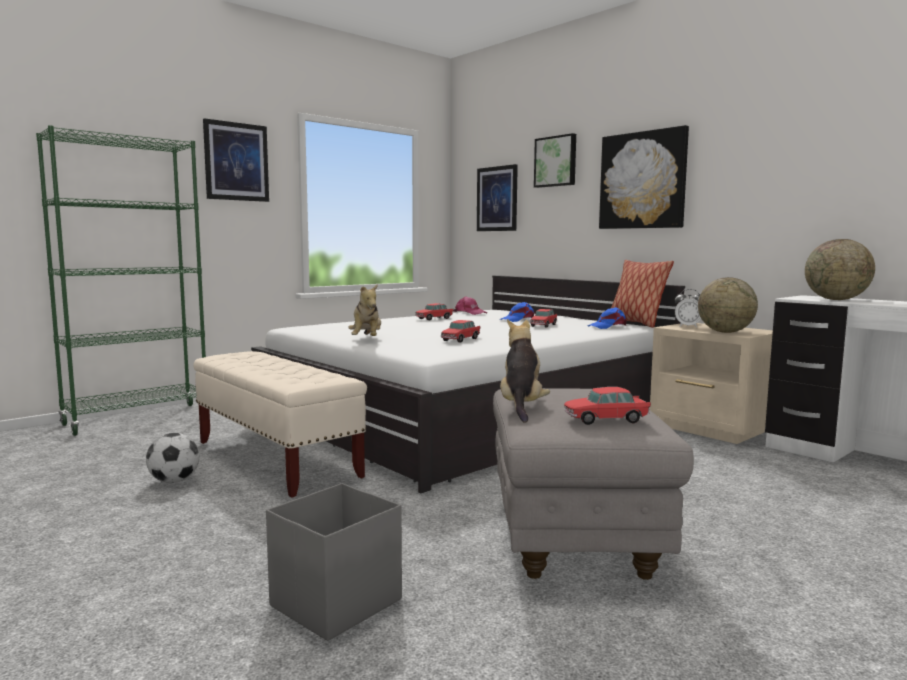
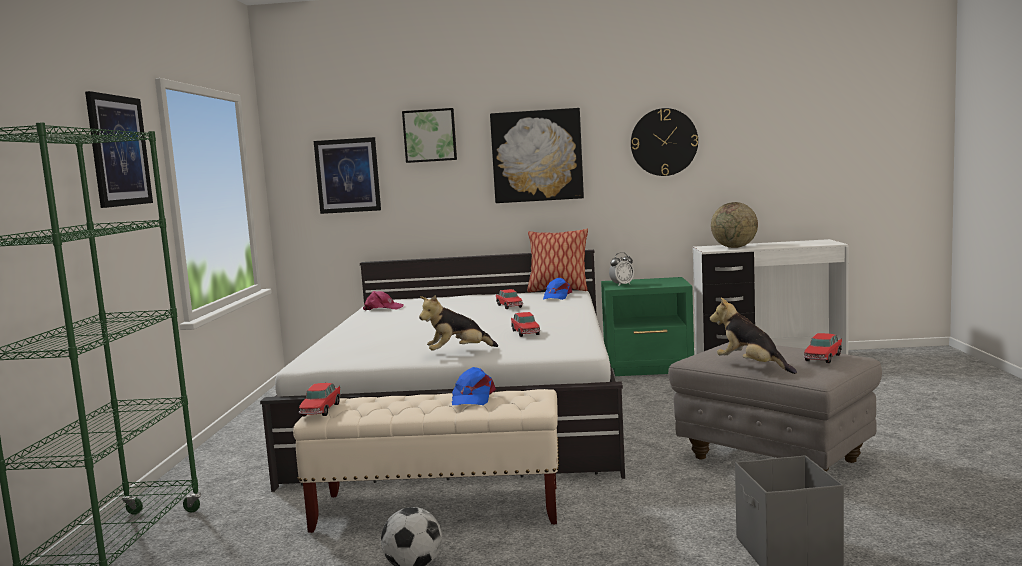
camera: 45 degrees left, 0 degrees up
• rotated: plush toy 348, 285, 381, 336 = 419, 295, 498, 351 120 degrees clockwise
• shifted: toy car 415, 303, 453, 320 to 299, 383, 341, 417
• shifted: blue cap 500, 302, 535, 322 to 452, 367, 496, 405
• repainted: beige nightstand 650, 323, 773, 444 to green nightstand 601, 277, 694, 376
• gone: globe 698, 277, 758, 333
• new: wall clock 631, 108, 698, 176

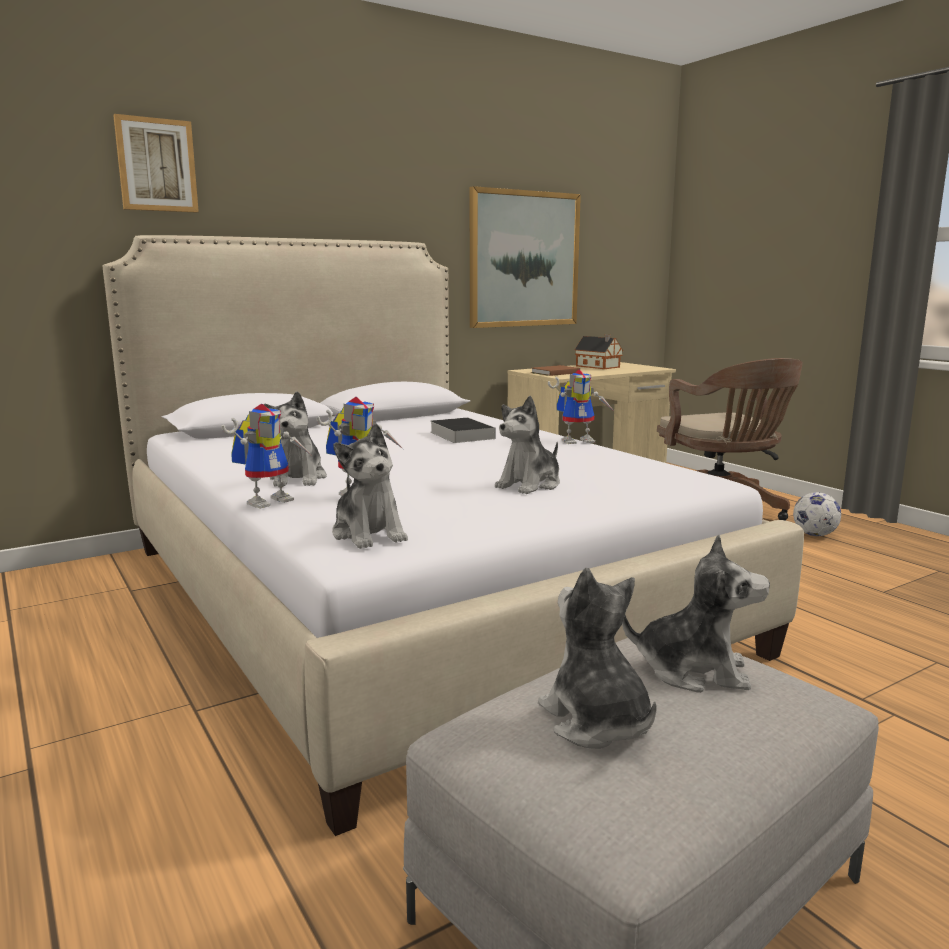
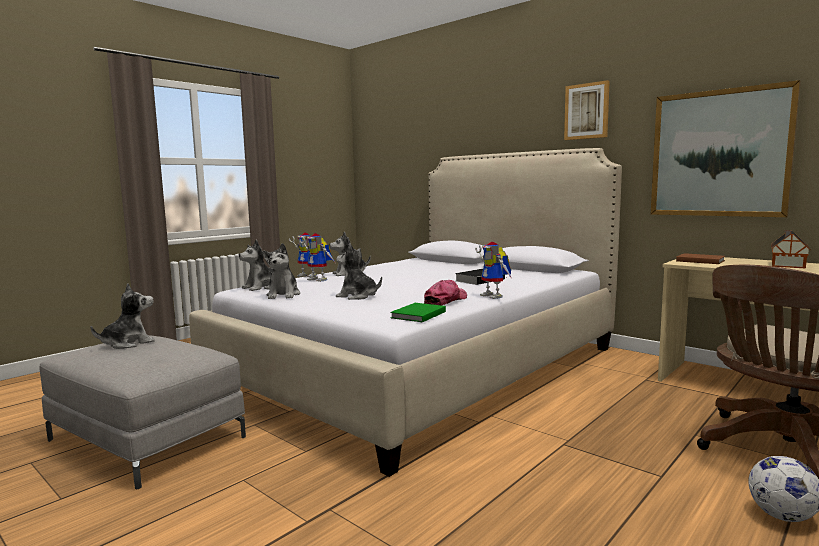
camera: 75 degrees right, 5 degrees down
• shifted: picture 113, 114, 199, 213 to 564, 80, 610, 140
• shifted: plush toy 622, 535, 770, 693 to 262, 243, 300, 299
• new: green book 390, 303, 446, 322
• new: cap 424, 280, 467, 305

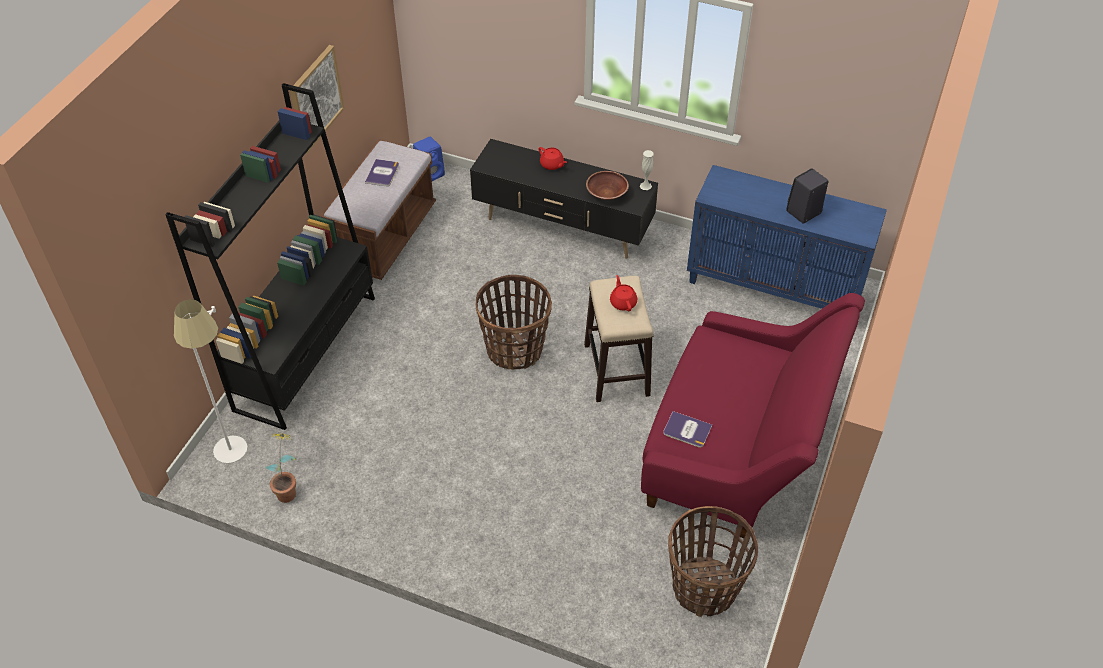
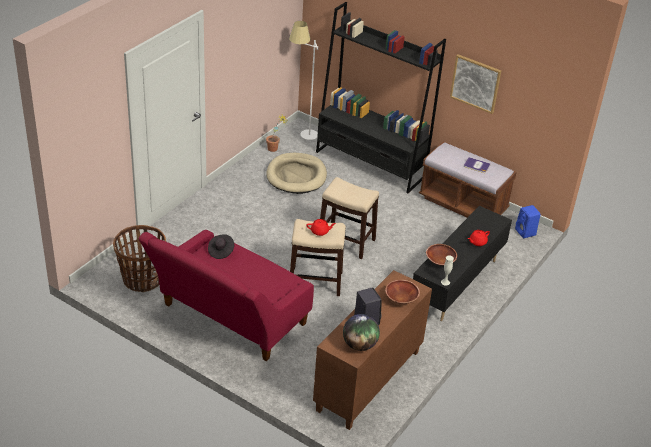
camera: 100 degrees right, 10 degrees down
• swapped: basket 475, 275, 552, 370 to stool 320, 177, 379, 259
• swapped: book 663, 411, 712, 448 to black hat 208, 234, 234, 259
• repainted: blue cabinet 687, 165, 887, 309 to brown cabinet 313, 270, 432, 430
• new: beige dog bed 266, 153, 327, 194
• new: globe 343, 314, 380, 351
• new: brown bowl 385, 280, 420, 304

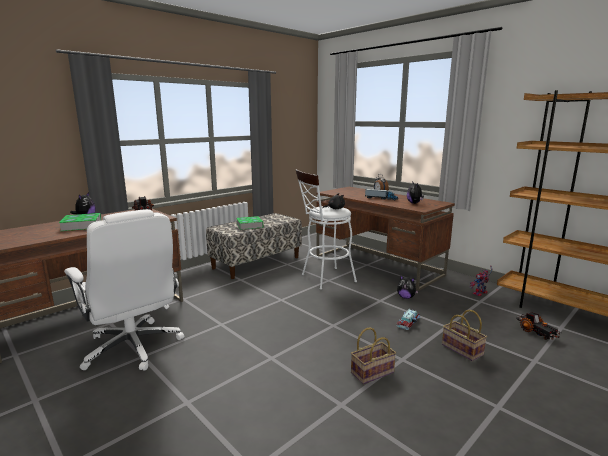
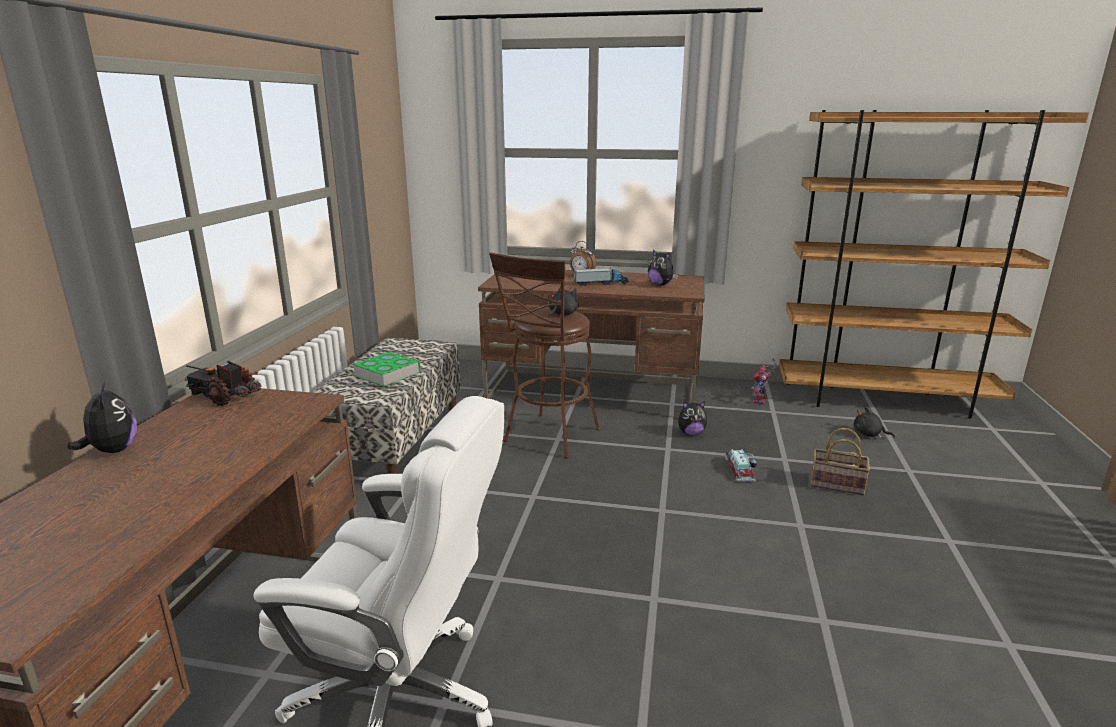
camera: 35 degrees left, 5 degrees up
• gone: book 59, 213, 102, 231
• repainted: white stool 296, 169, 357, 290 to brown stool 489, 252, 600, 458
• gone: basket 351, 327, 396, 384
• swapped: toy truck 516, 312, 562, 340 to black plush toy 853, 407, 895, 438

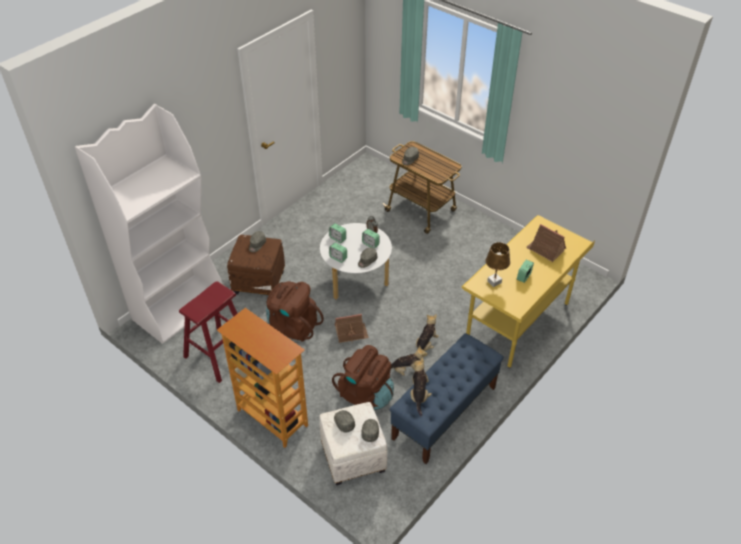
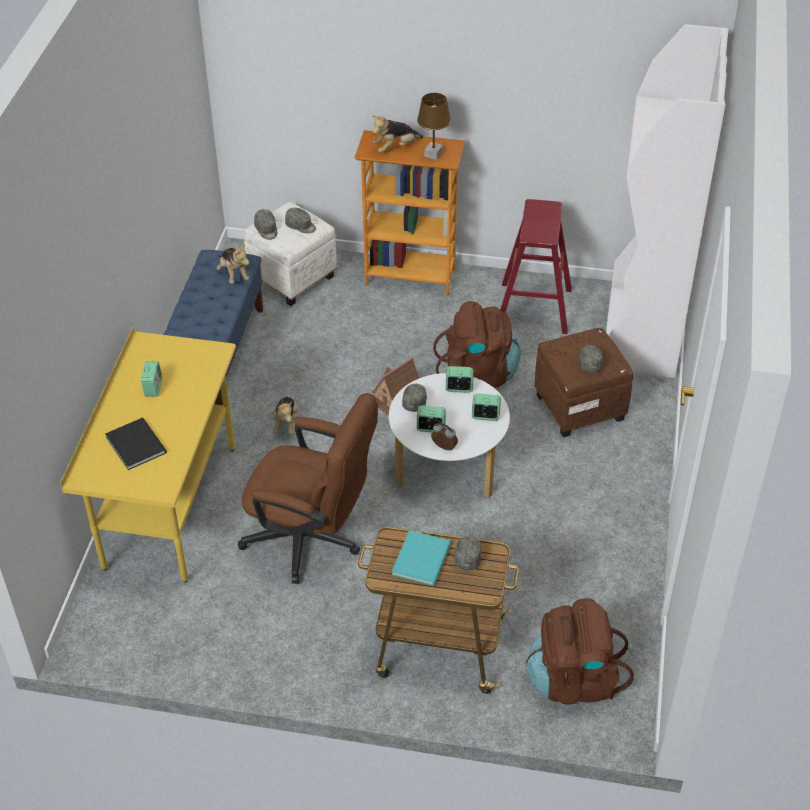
camera: 150 degrees right, 0 degrees up
• shifted: brown backpack 332, 345, 394, 410 to 526, 598, 634, 705
• shifted: plush toy 391, 346, 428, 376 to 372, 115, 423, 153
• shifted: brown table lamp 486, 242, 510, 287 to 417, 93, 451, 160
• swapped: toy house 526, 224, 566, 262 to black book 105, 418, 167, 470
• new: brown office chair 238, 393, 378, 584
• new: turquoise book 392, 530, 451, 586

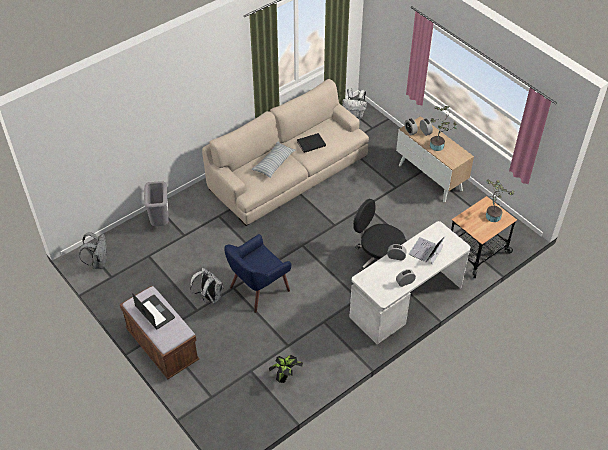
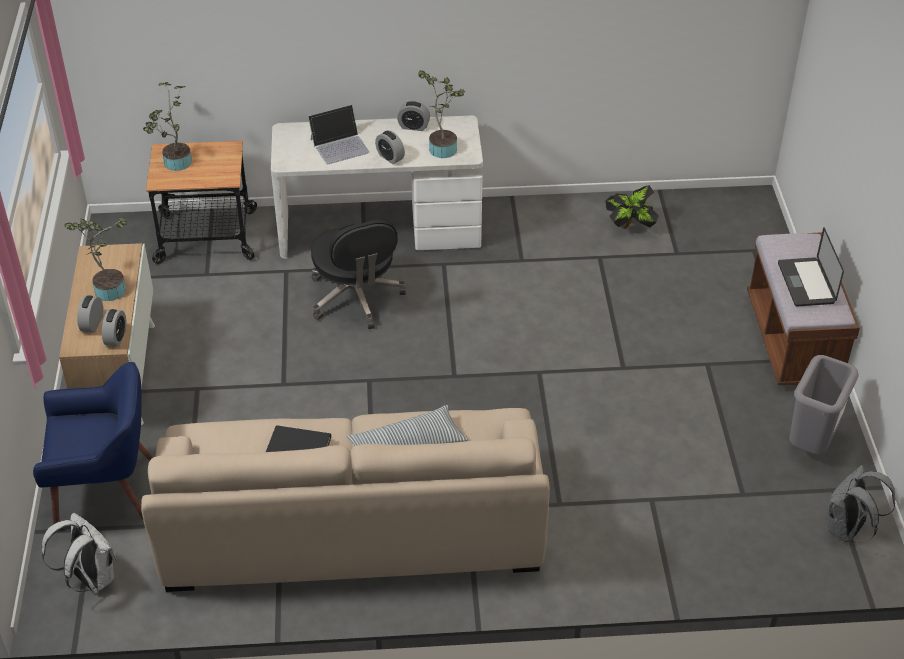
camera: 145 degrees left, 5 degrees down
• shifted: grey trash can 144, 181, 168, 226 to 789, 355, 859, 454
• gone: white backpack 190, 268, 224, 303
• shifted: blue armchair 224, 234, 291, 313 to 33, 362, 153, 532
• new: potted plant 418, 70, 465, 158

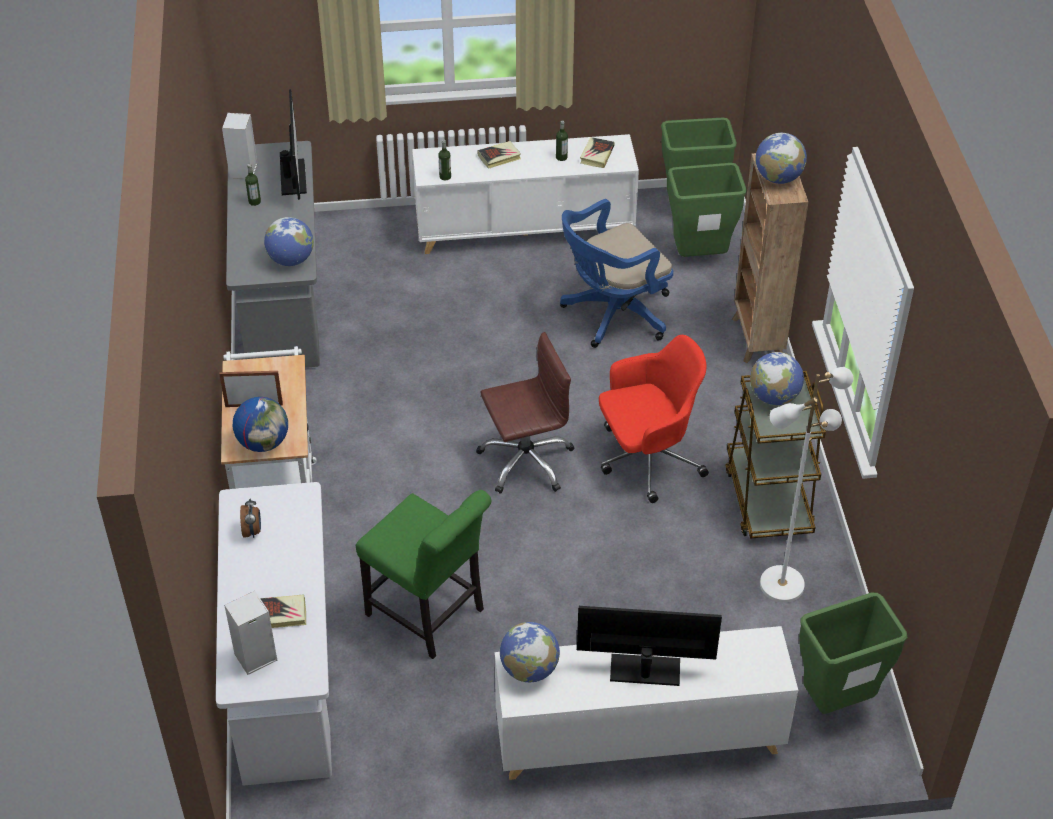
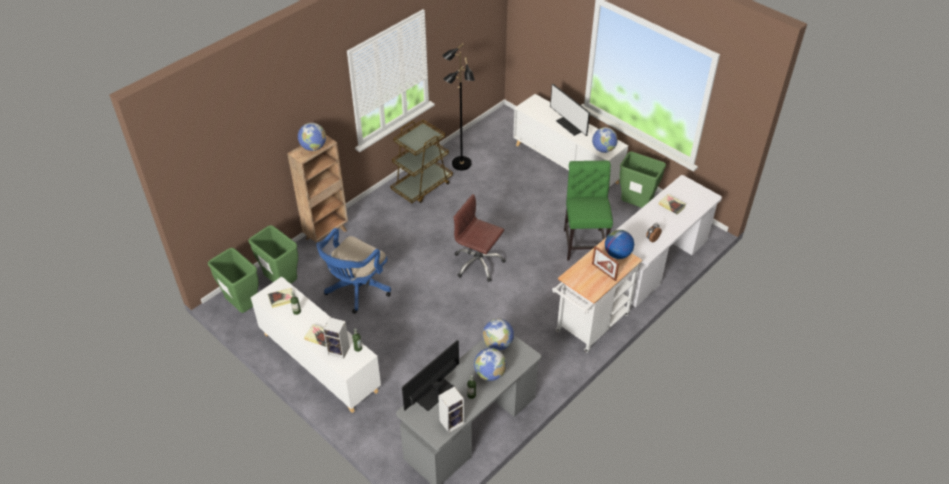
camera: 130 degrees left, 0 degrees up
• shifted: speaker 224, 591, 277, 675 to 323, 317, 350, 359
• rotated: blue office chair 560, 199, 673, 348 = 317, 228, 391, 314 105 degrees clockwise
• gone: red office chair 599, 335, 709, 503
• shifted: globe 750, 352, 804, 405 to 474, 348, 506, 381
• repainted: white floor lamp 760, 367, 853, 603 to black floor lamp 442, 43, 475, 170
• shifted: green trash can 799, 593, 907, 714 to 619, 152, 666, 208

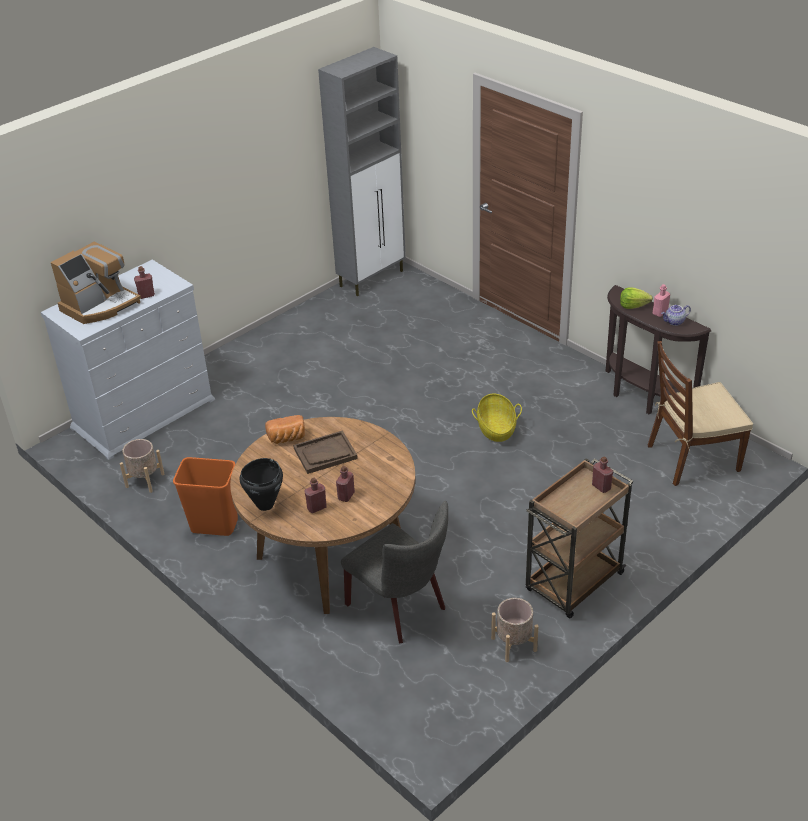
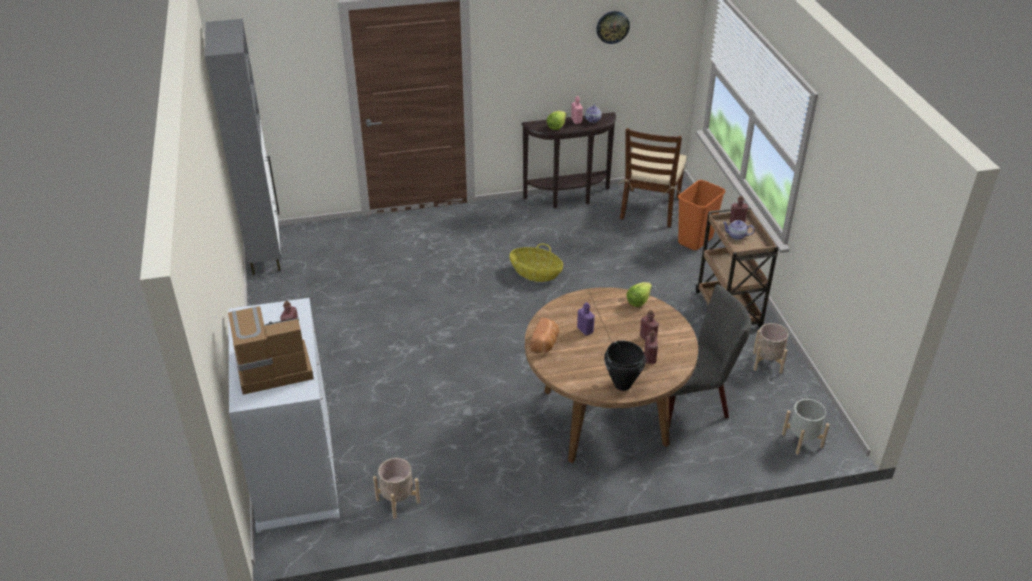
camera: 60 degrees left, 0 degrees up
• rotated: coffee machine 51, 242, 141, 324 = 228, 306, 314, 395 90 degrees counterclockwise
• shifted: orange trash can 173, 457, 238, 536 to 678, 180, 725, 250
• swapped: brown tray 293, 430, 358, 474 to purple bottle 577, 302, 595, 335
• new: wall clock 596, 11, 630, 44
• new: lettuce 626, 282, 652, 307
• new: teapot 722, 220, 754, 240
• new: grey planter 782, 399, 830, 455

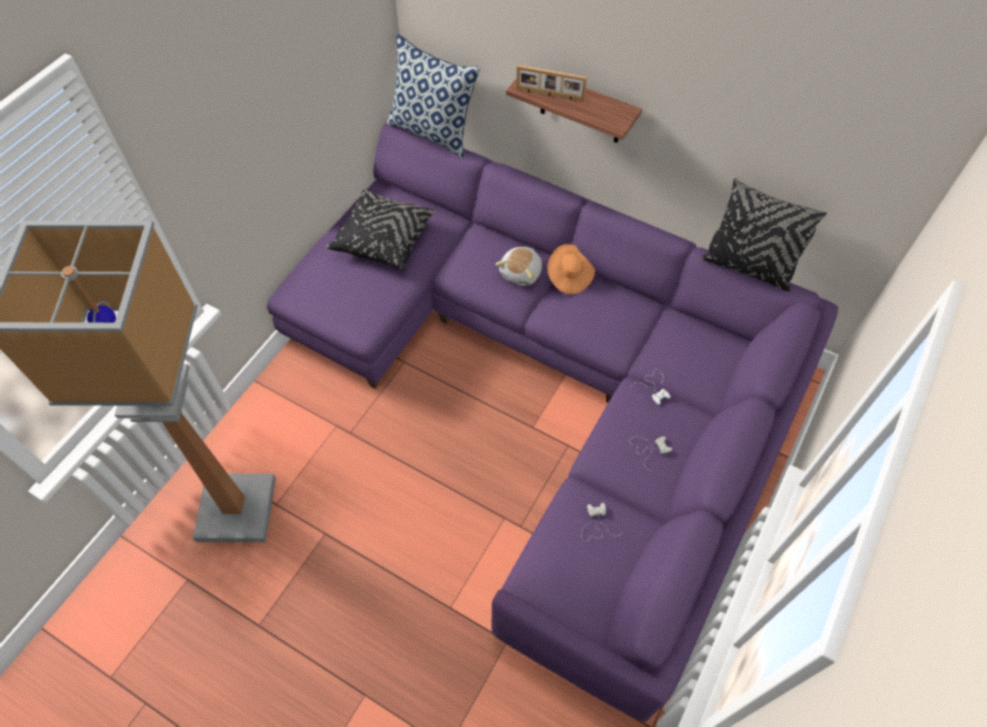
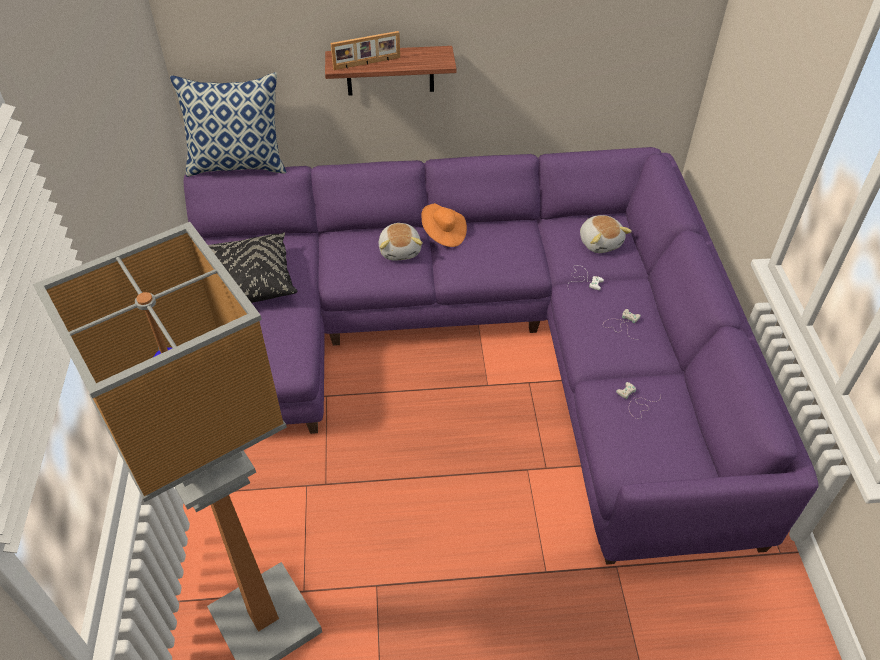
camera: 35 degrees left, 10 degrees down
• gone: black pillow 701, 178, 827, 291
• new: plush toy 580, 215, 632, 253

